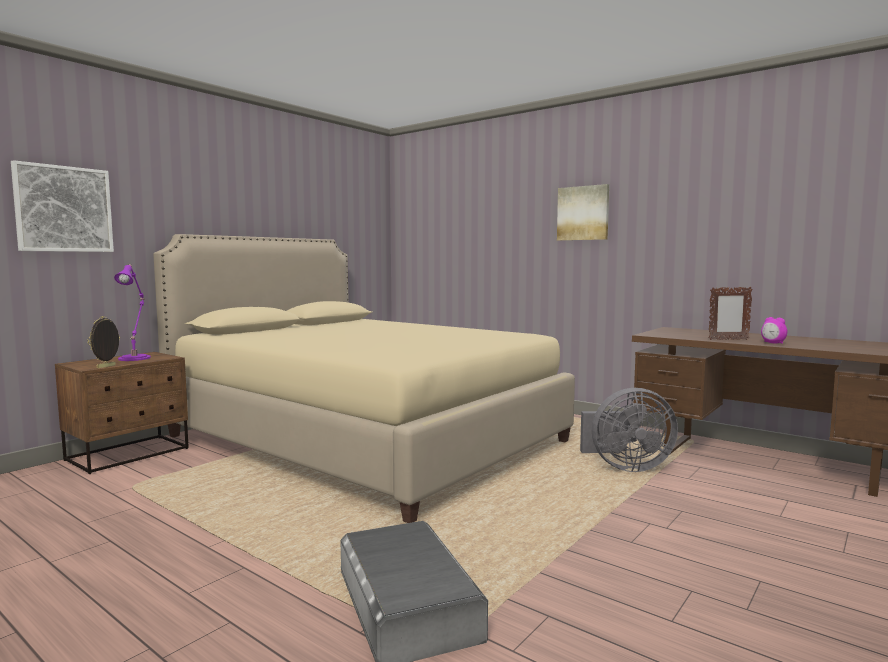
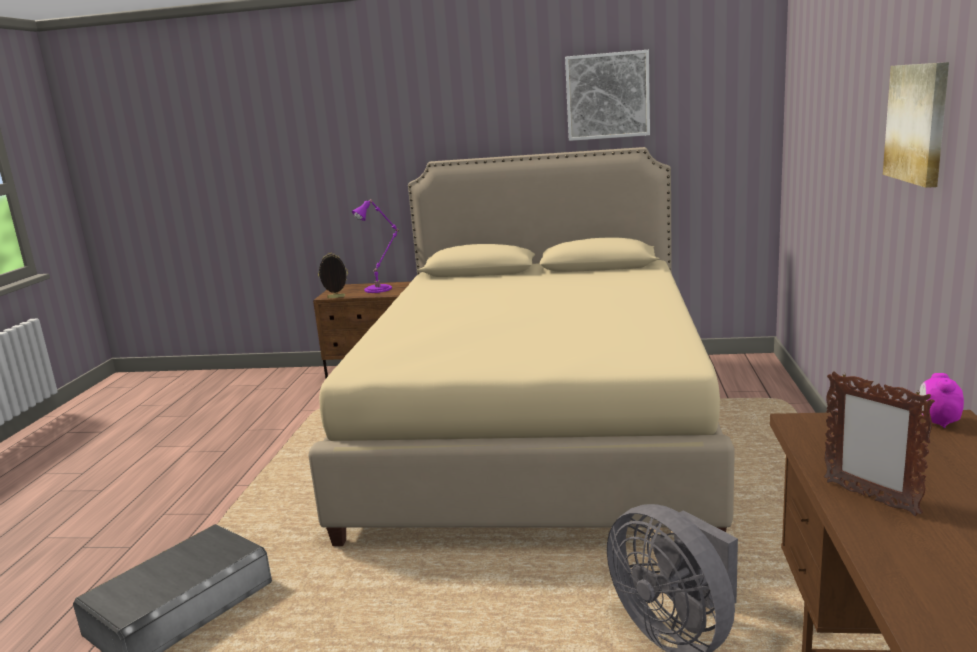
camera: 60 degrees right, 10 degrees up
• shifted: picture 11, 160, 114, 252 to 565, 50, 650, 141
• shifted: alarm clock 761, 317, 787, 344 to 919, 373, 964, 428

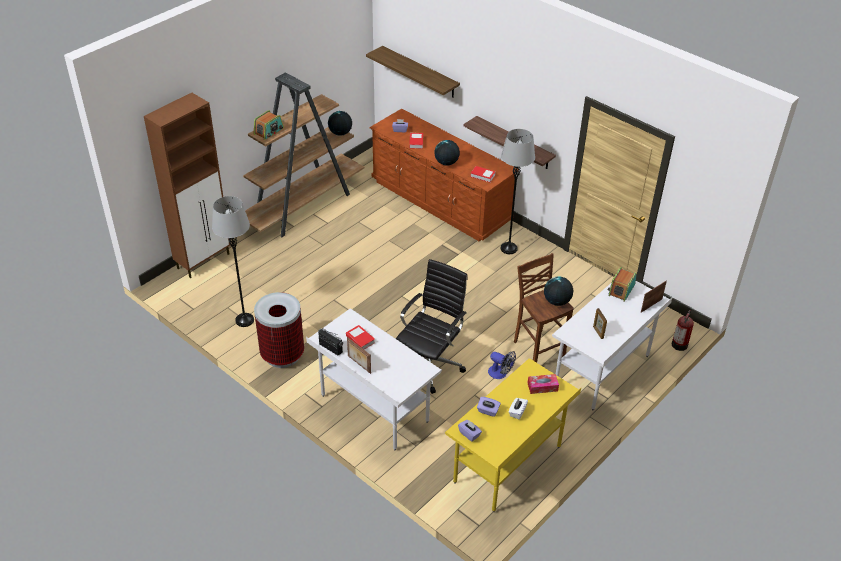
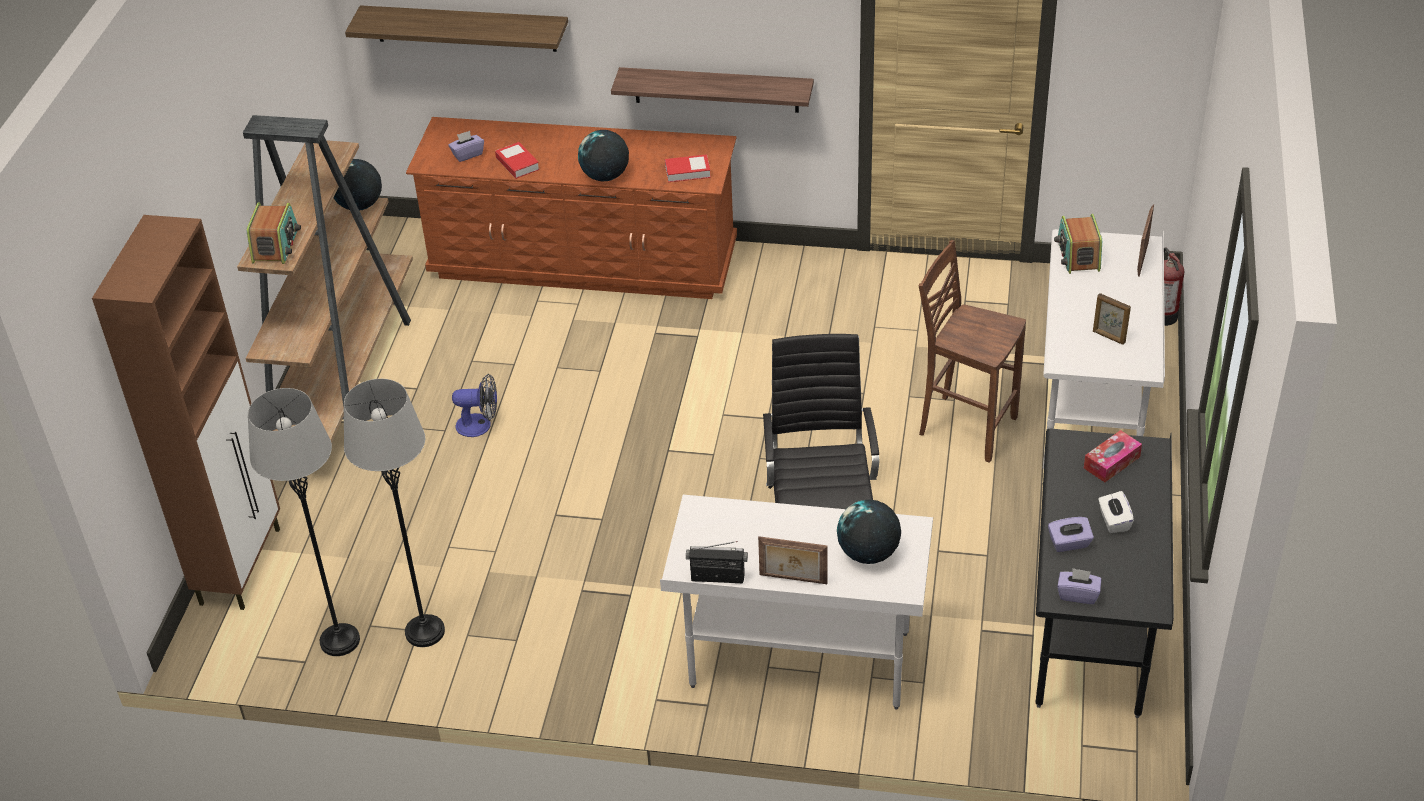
camera: 30 degrees left, 0 degrees up
• gone: trash can 254, 292, 304, 368
• gone: book 346, 325, 375, 349
• repainted: yellow desk 445, 358, 581, 512 to black desk 1035, 429, 1174, 718
• shifted: fan 488, 351, 516, 379 to 452, 374, 497, 437
• shifted: grey floor lamp 501, 129, 535, 254 to 248, 388, 360, 656
• shifted: globe 544, 276, 573, 306 to 837, 500, 901, 564

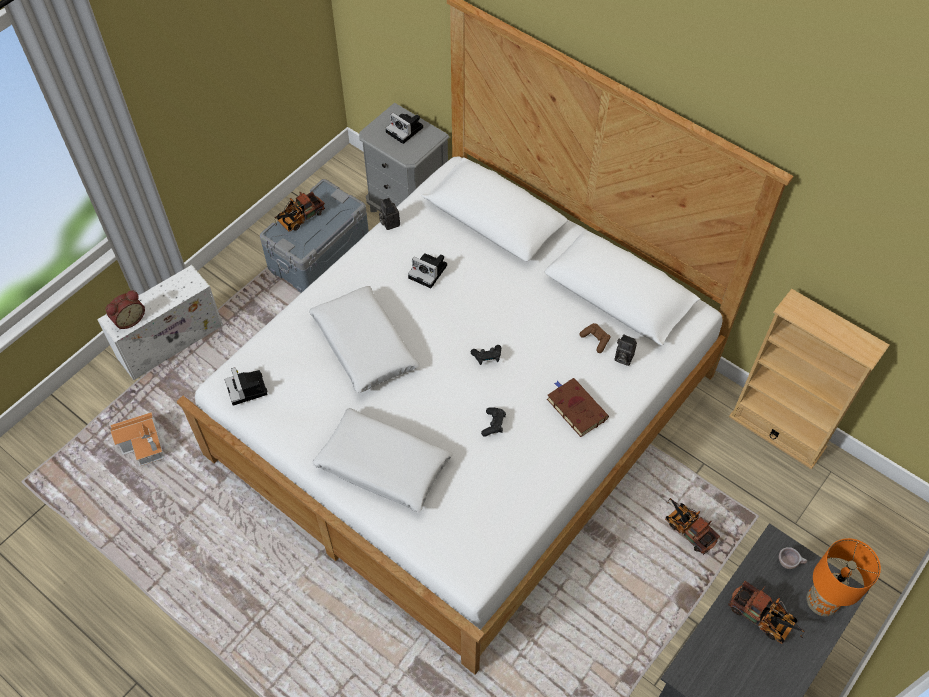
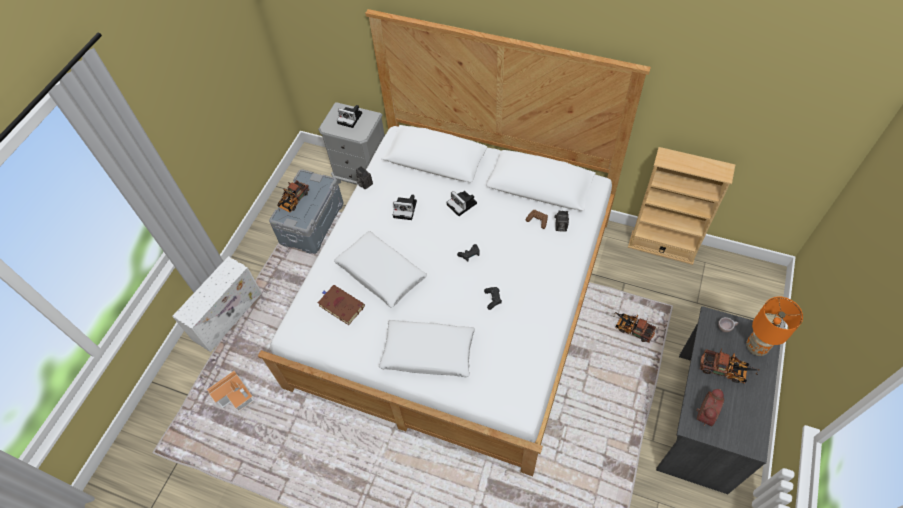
camera: 15 degrees left, 0 degrees up
• shifted: alarm clock 105, 290, 145, 329 to 696, 389, 724, 426
• shifted: photo camera 225, 367, 268, 406 to 447, 191, 477, 216
• shifted: brown book 547, 378, 609, 437 to 318, 285, 365, 325

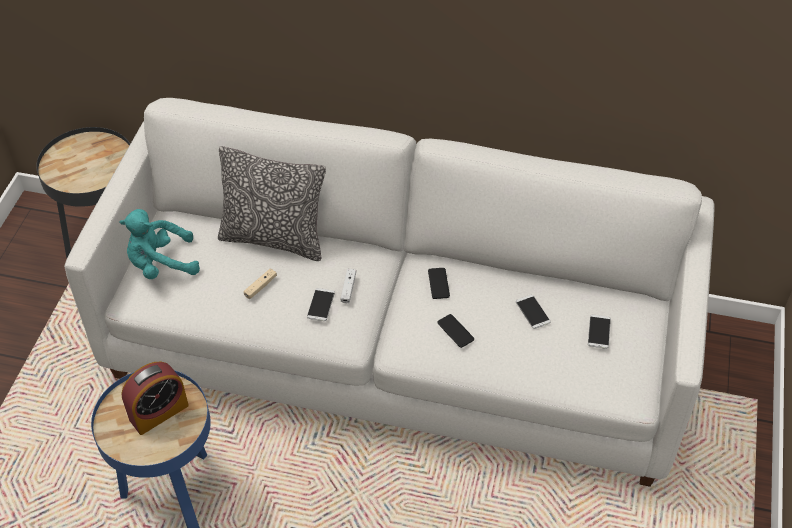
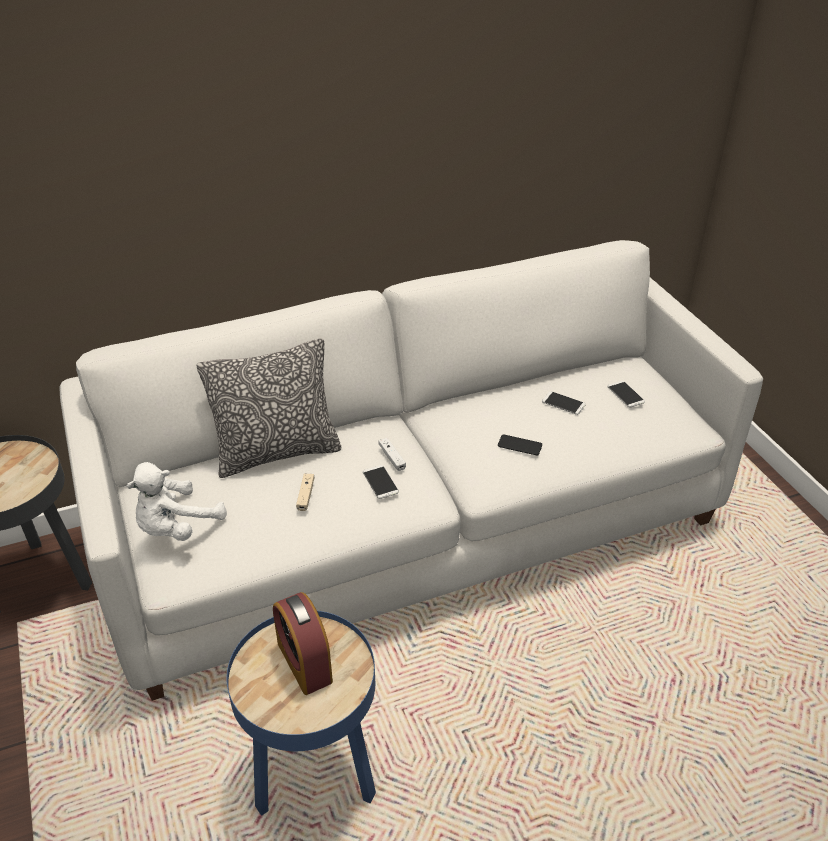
camera: 35 degrees left, 10 degrees down
• repainted: turquoise plush toy 119, 209, 200, 279 to white plush toy 126, 462, 227, 541
• rotated: alarm clock 121, 362, 189, 435 = 273, 592, 333, 695 135 degrees clockwise
• gone: phone 428, 268, 450, 299

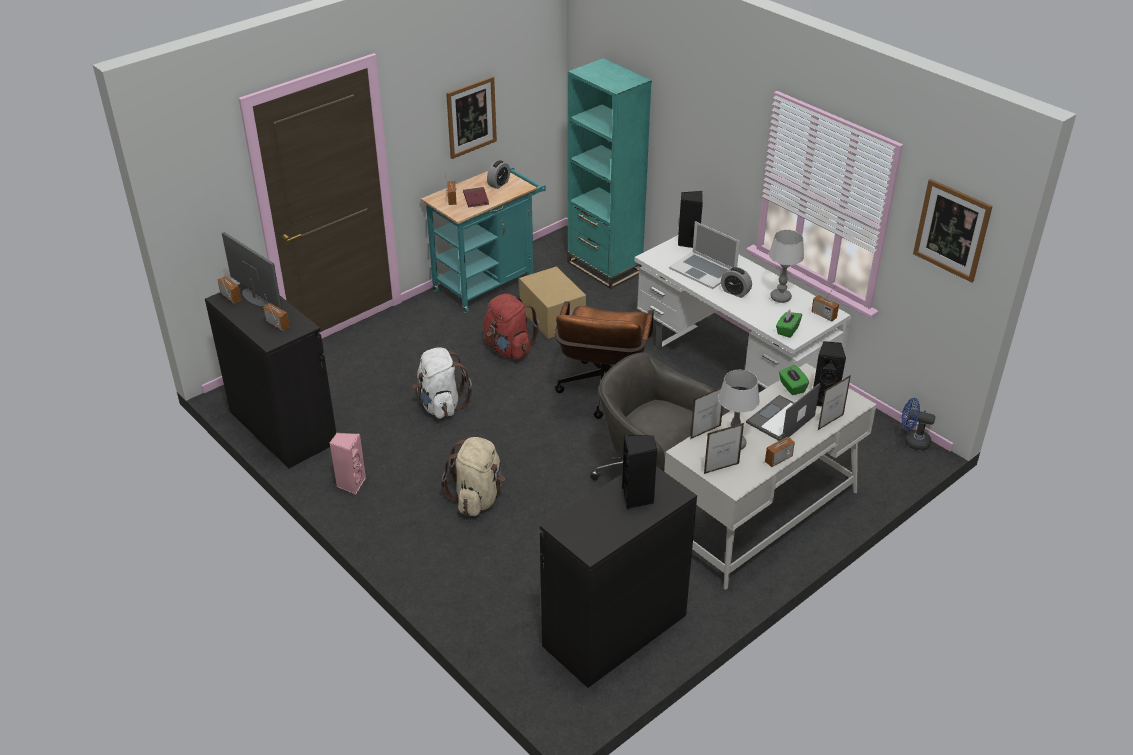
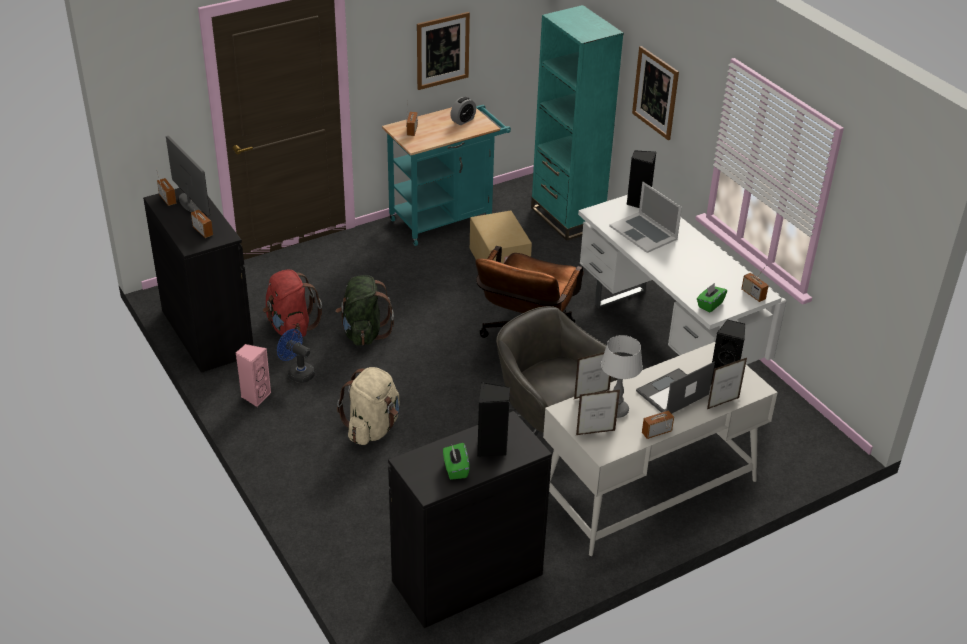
camera: 10 degrees right, 0 degrees up
• repainted: white backpack 412, 347, 472, 419 to green backpack 336, 275, 394, 346
• gone: red book 463, 187, 489, 207
• shifted: red backpack 484, 294, 539, 359 to 263, 270, 322, 340
• gone: alarm clock 721, 267, 752, 298
• gone: table lamp 769, 230, 804, 303
• shifted: green tissue box 779, 365, 809, 395 to 443, 443, 470, 480
• shifted: blue fan 901, 398, 935, 451 to 277, 329, 315, 383
• shifted: picture 913, 179, 992, 283 to 632, 46, 679, 140

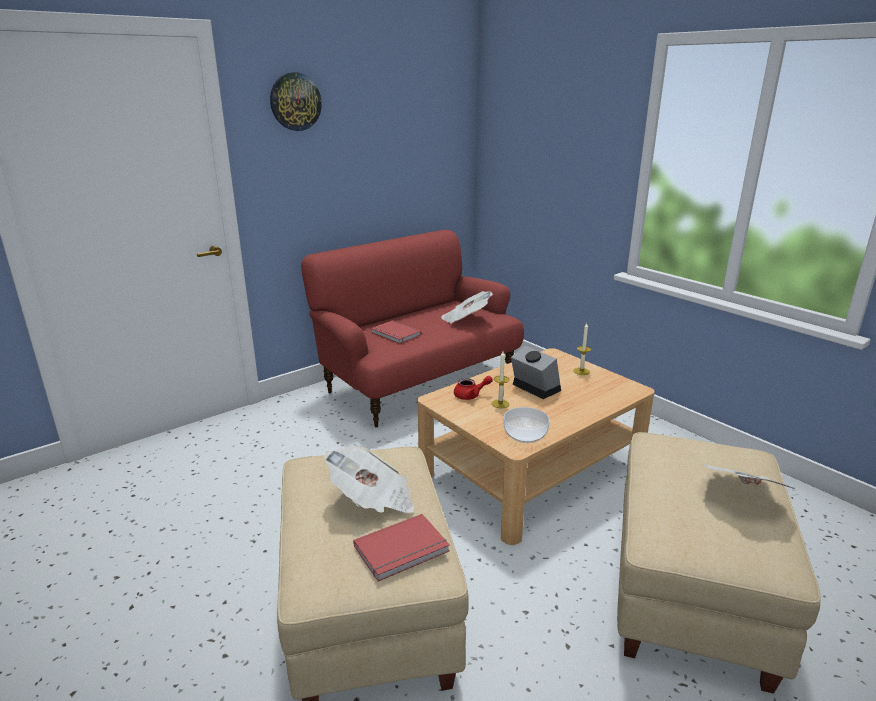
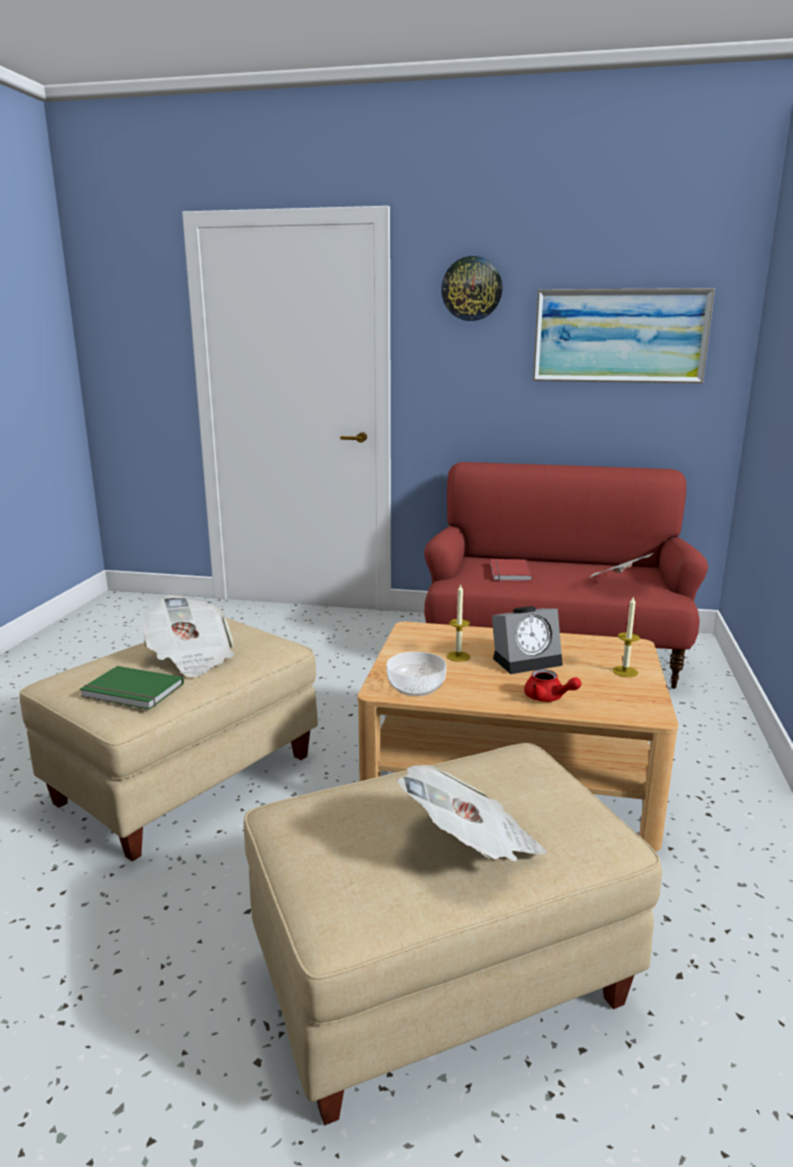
camera: 50 degrees right, 5 degrees down
• repainted: red book 353, 514, 450, 581 to green book 80, 666, 184, 710
• shifted: red teapot 454, 376, 493, 400 to 524, 669, 581, 702
• rotated: alarm clock 511, 346, 561, 399 = 492, 606, 563, 674 60 degrees clockwise
• new: picture 533, 288, 715, 383

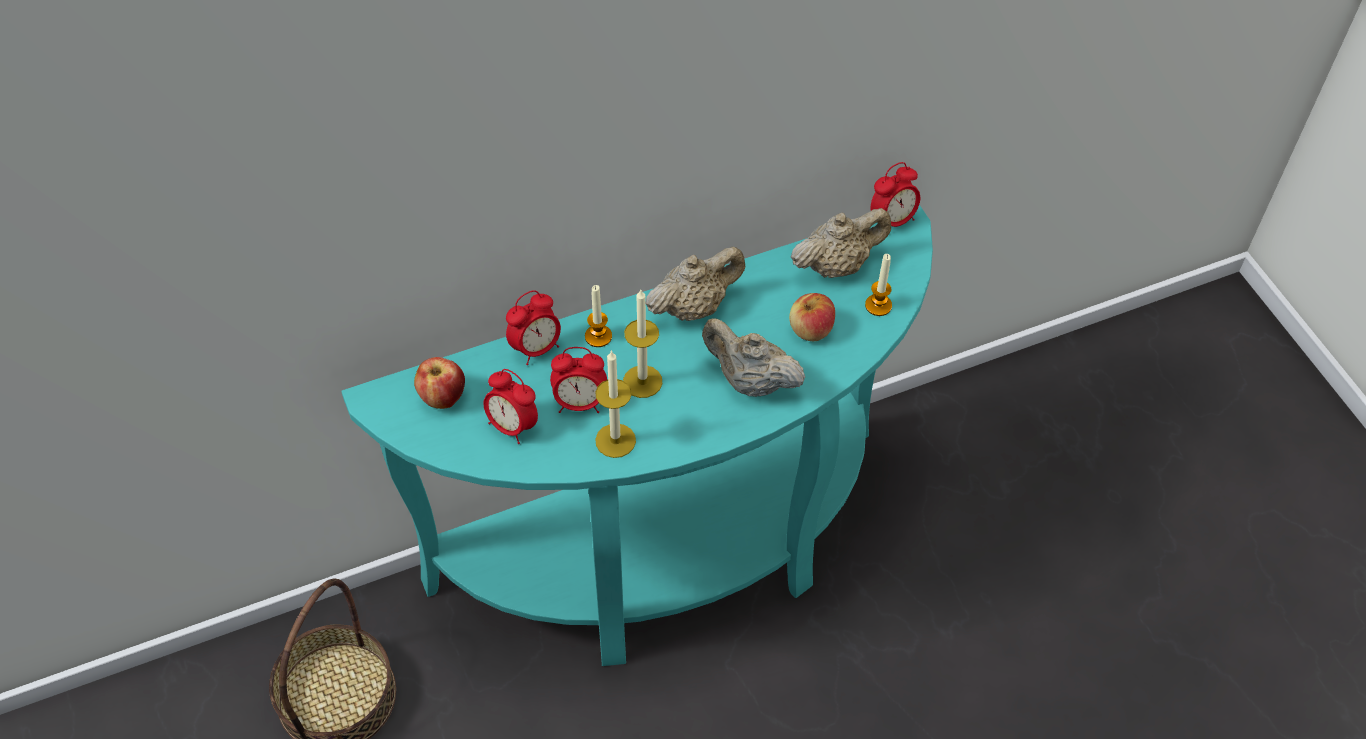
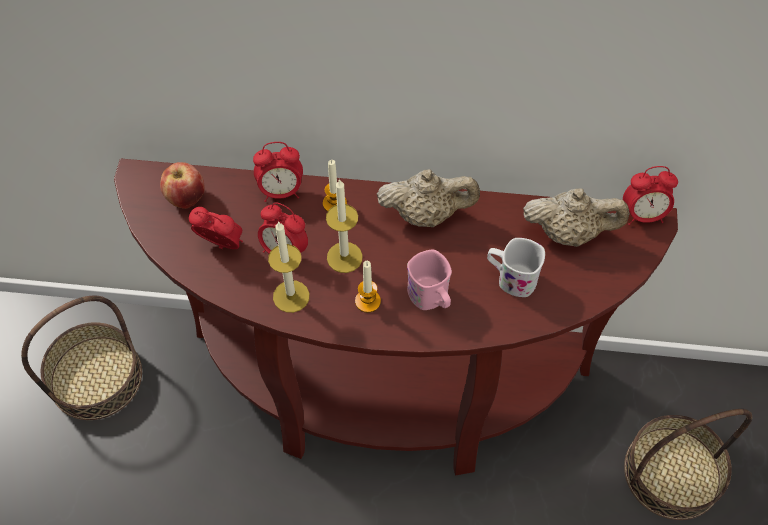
camera: 30 degrees right, 5 degrees up
• repainted: turquoise console table 341, 205, 933, 666 to brown console table 114, 159, 678, 475
• rotated: alarm clock 483, 369, 538, 444 = 189, 207, 243, 249 135 degrees clockwise
• swapped: beige teapot 702, 318, 805, 397 to pink mug 407, 250, 452, 310
• swapped: apple 789, 293, 835, 341 to white mug 487, 238, 545, 297
• shifted: candle 865, 254, 892, 316 to 355, 261, 381, 313
• new: basket 624, 409, 752, 520

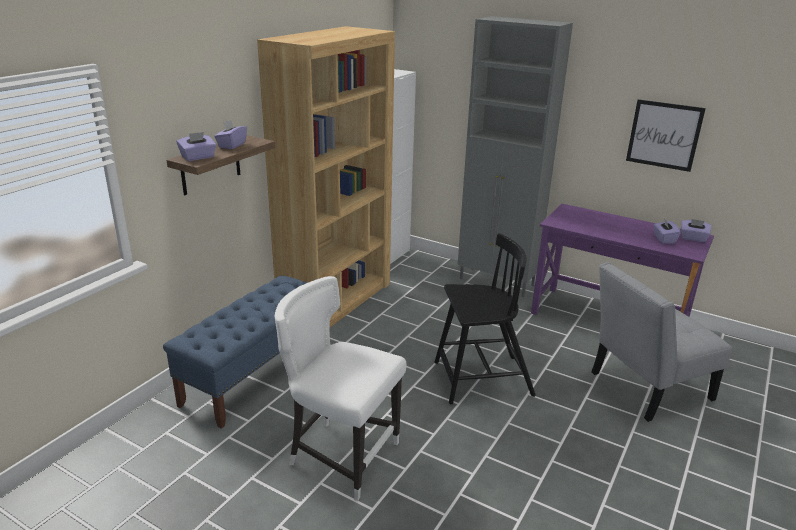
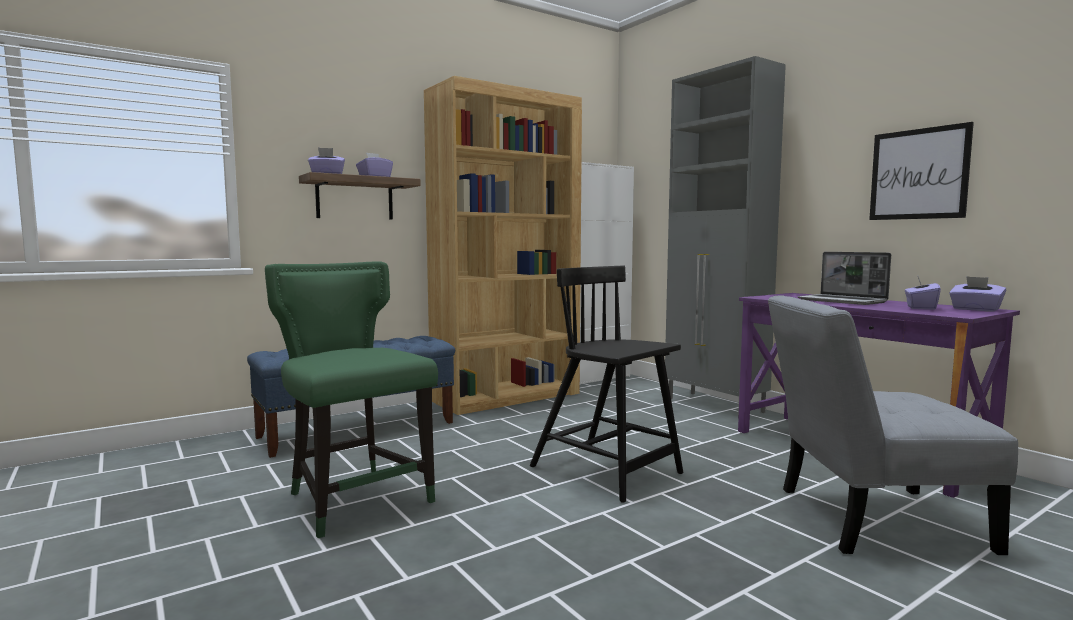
camera: 25 degrees right, 20 degrees down
• repainted: white chair 275, 276, 407, 501 to green chair 265, 261, 438, 538
• rotated: black chair 434, 233, 536, 404 = 530, 266, 683, 503 150 degrees counterclockwise
• new: laptop 798, 252, 891, 305

